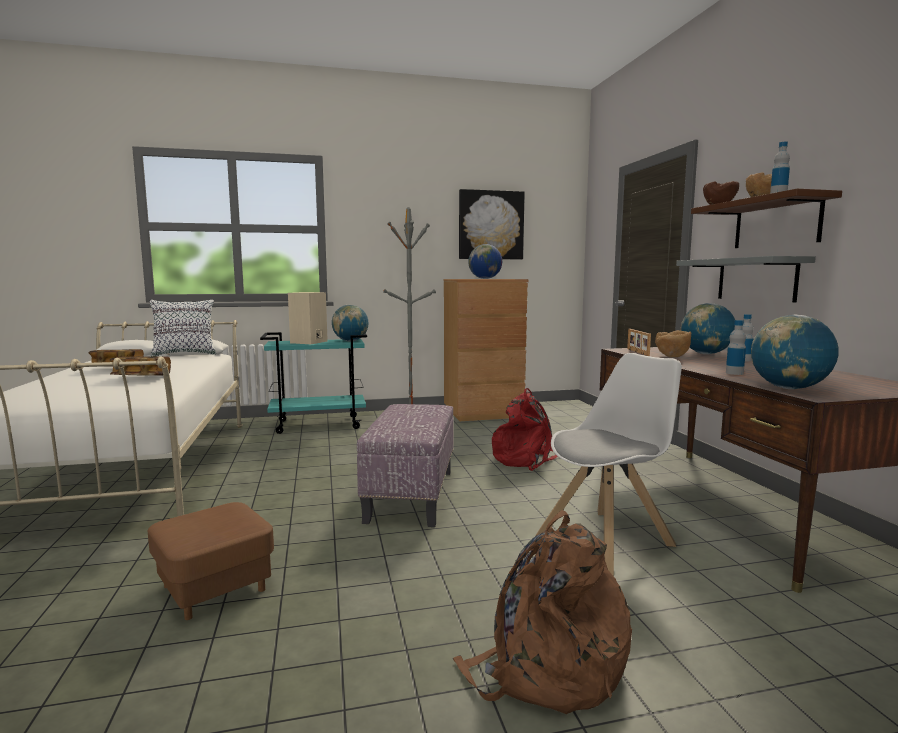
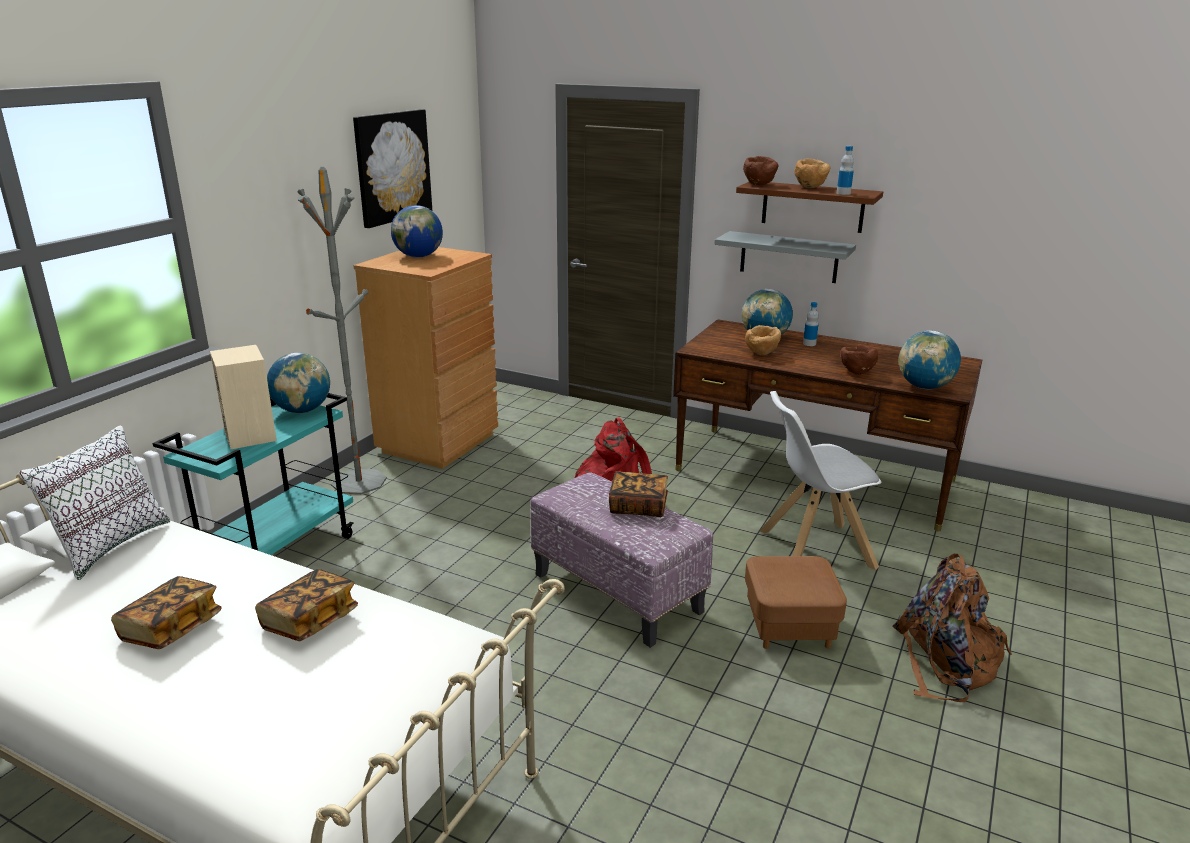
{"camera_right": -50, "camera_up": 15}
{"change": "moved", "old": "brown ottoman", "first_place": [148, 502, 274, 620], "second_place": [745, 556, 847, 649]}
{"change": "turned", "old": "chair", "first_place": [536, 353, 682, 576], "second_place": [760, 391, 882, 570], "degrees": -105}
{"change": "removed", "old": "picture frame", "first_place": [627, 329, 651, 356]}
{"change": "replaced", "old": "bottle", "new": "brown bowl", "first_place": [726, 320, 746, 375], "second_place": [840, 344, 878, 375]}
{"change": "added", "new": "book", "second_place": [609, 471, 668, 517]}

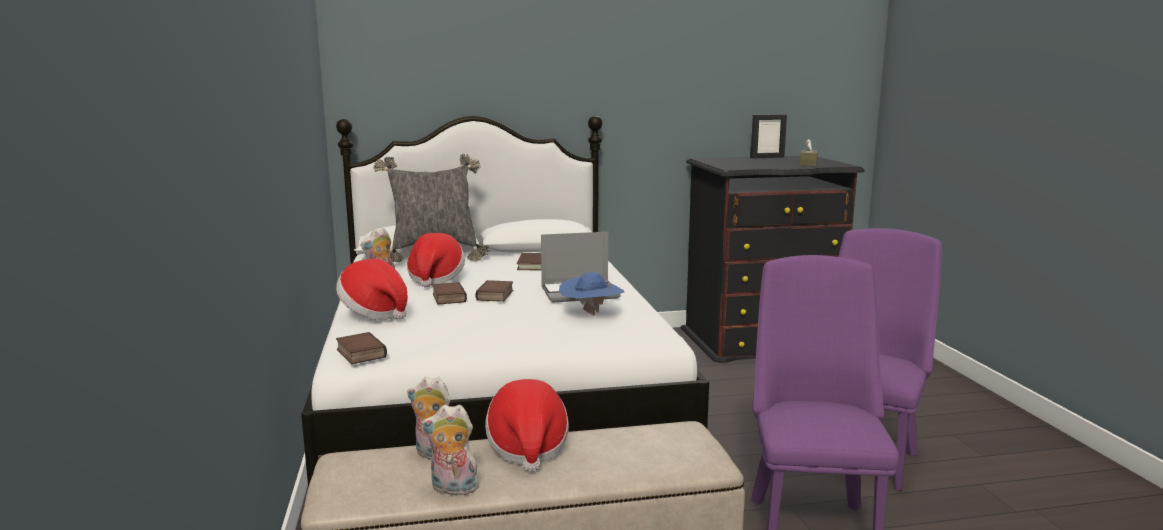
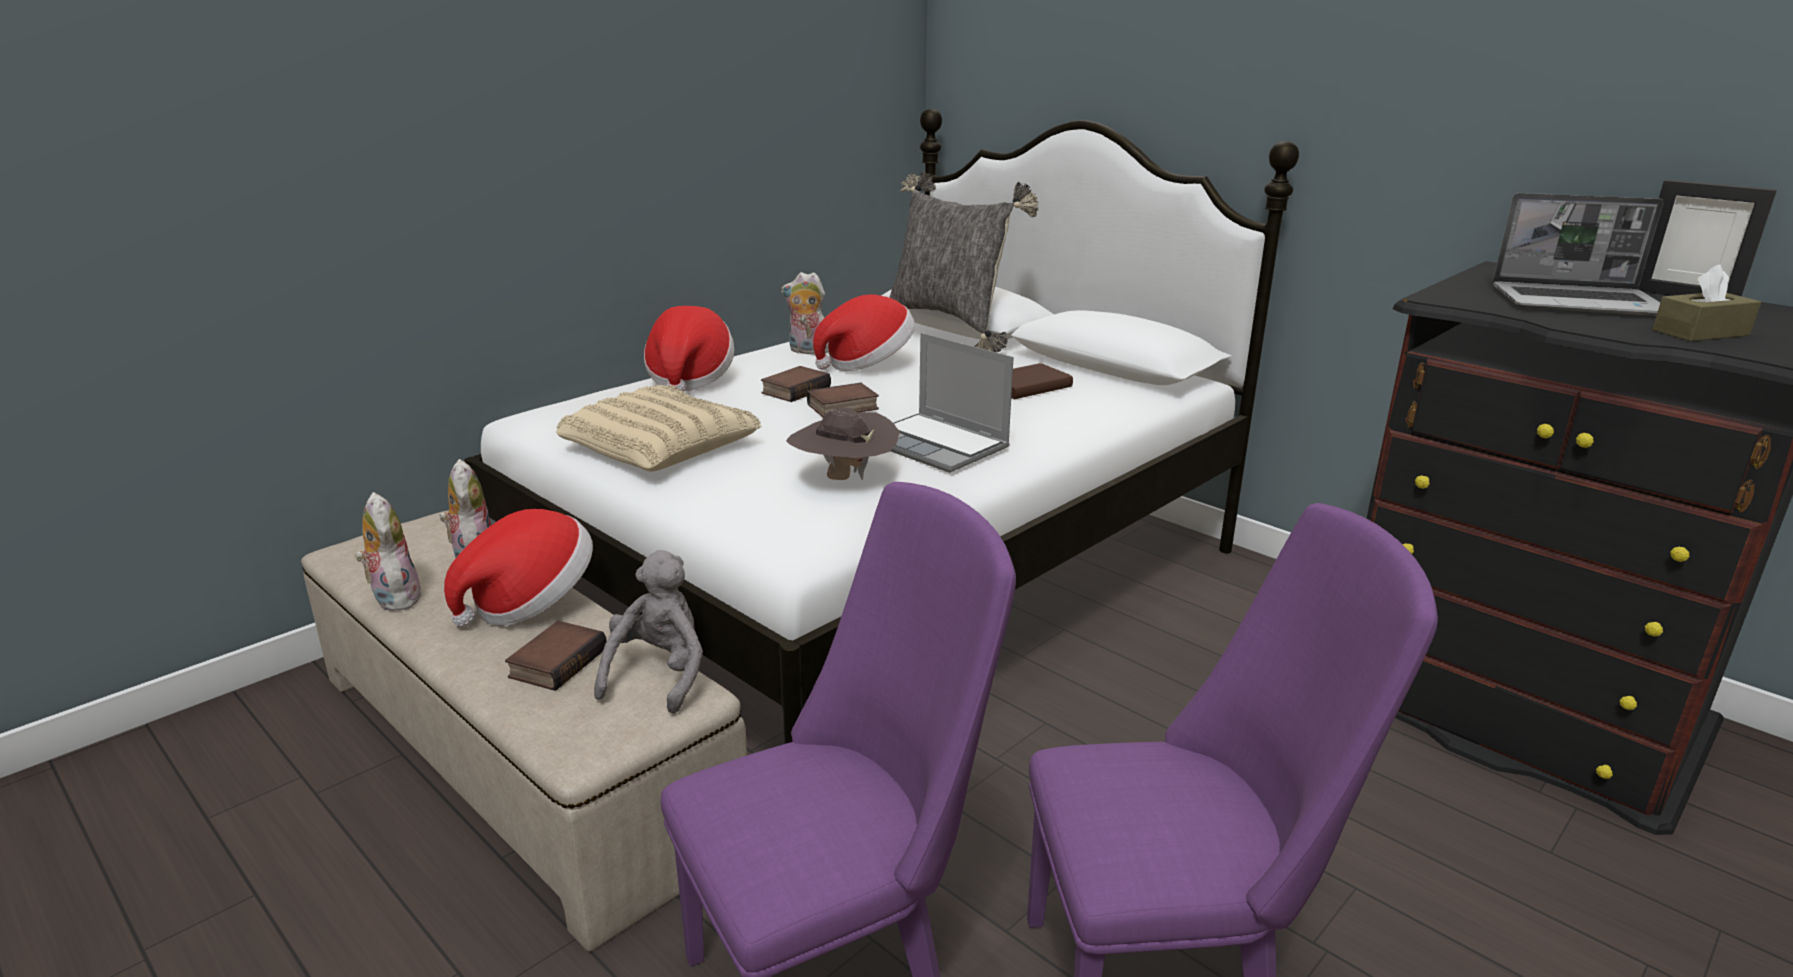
{"camera_right": 55, "camera_up": 10}
{"change": "moved", "old": "book", "first_place": [336, 332, 387, 364], "second_place": [505, 621, 607, 691]}
{"change": "recoloured", "old": "blue hat", "new": "brown hat", "first_place": [559, 272, 624, 316], "second_place": [786, 407, 900, 480]}
{"change": "added", "new": "beige pillow", "second_place": [556, 385, 762, 472]}
{"change": "added", "new": "grey plush toy", "second_place": [594, 550, 703, 714]}
{"change": "added", "new": "laptop", "second_place": [1493, 193, 1664, 316]}

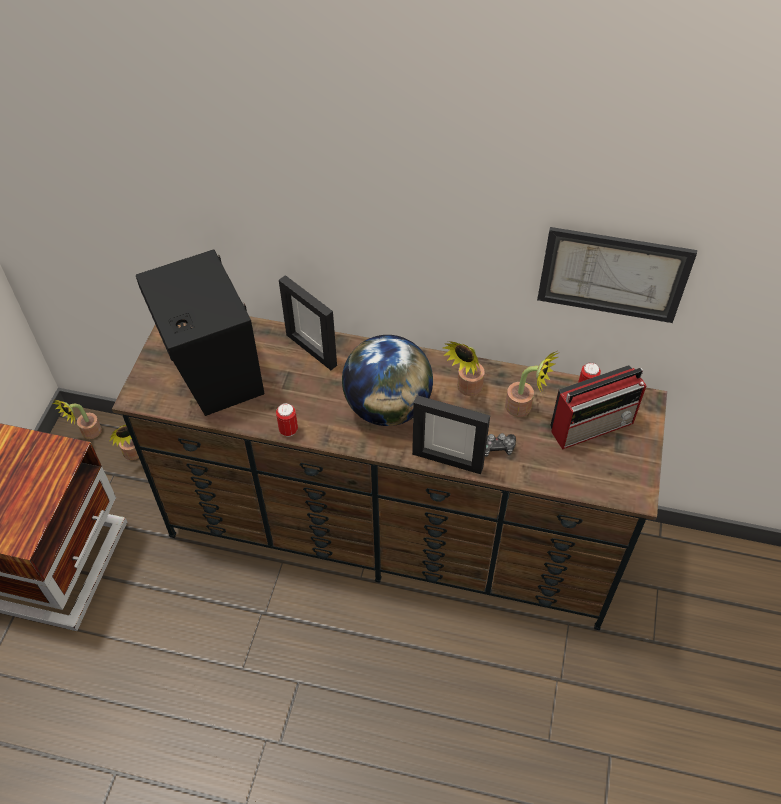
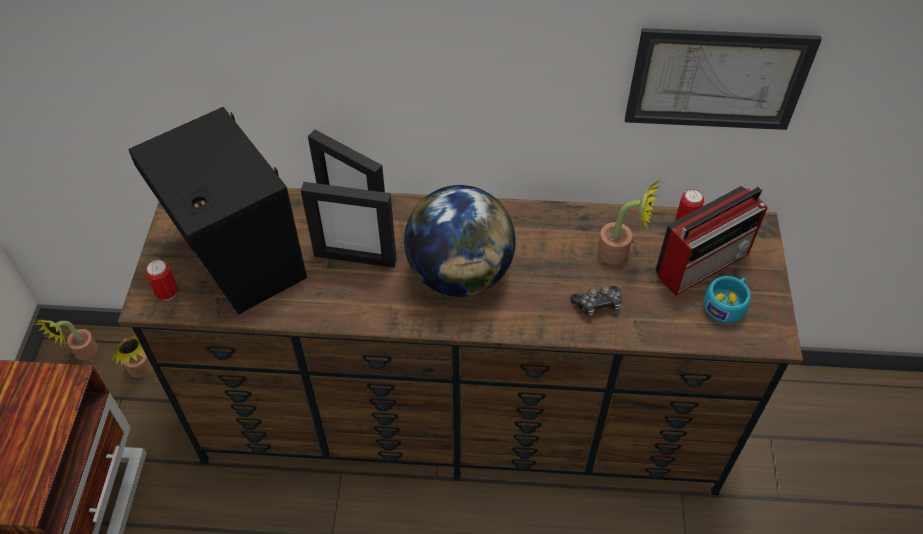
{"camera_right": -10, "camera_up": 0}
{"change": "moved", "old": "can", "first_place": [276, 403, 298, 437], "second_place": [145, 260, 178, 300]}
{"change": "moved", "old": "picture frame", "first_place": [412, 395, 490, 474], "second_place": [301, 182, 397, 268]}
{"change": "removed", "old": "potted plant", "first_place": [443, 341, 485, 396]}
{"change": "added", "new": "turquoise cup", "second_place": [703, 276, 751, 324]}

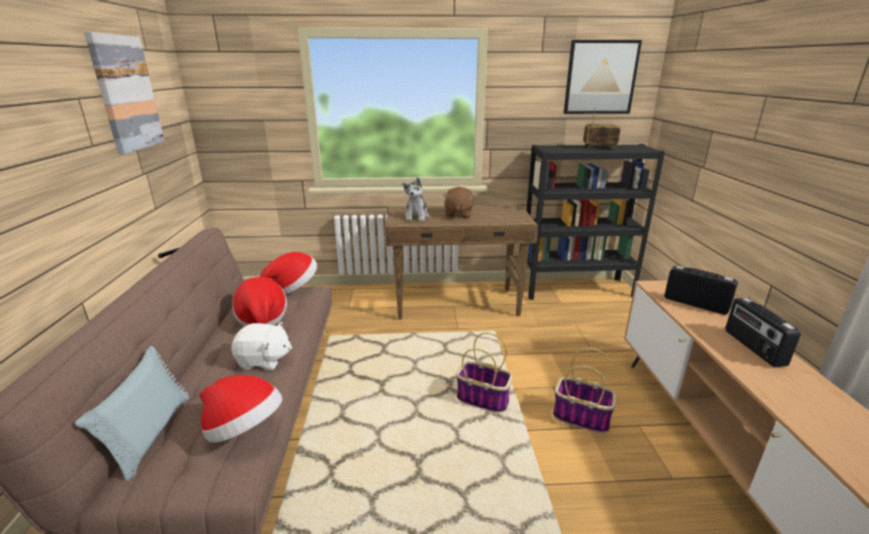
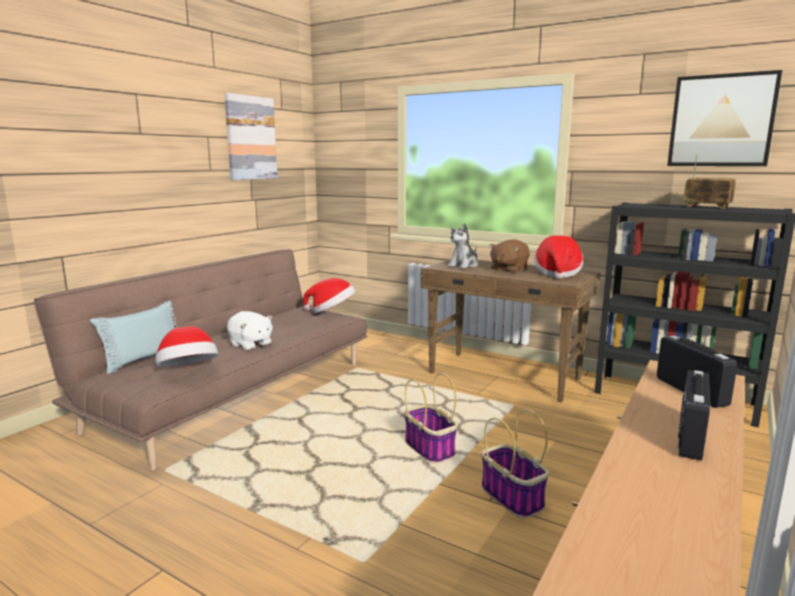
{"camera_right": 35, "camera_up": -10}
{"change": "moved", "old": "hat", "first_place": [232, 277, 287, 326], "second_place": [534, 235, 583, 279]}

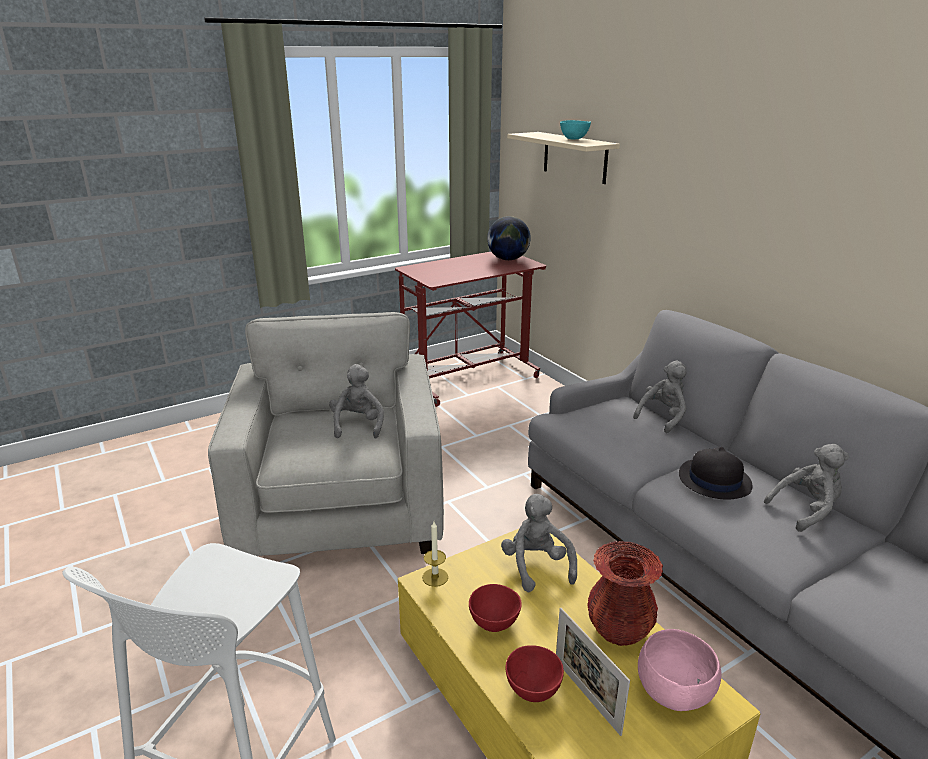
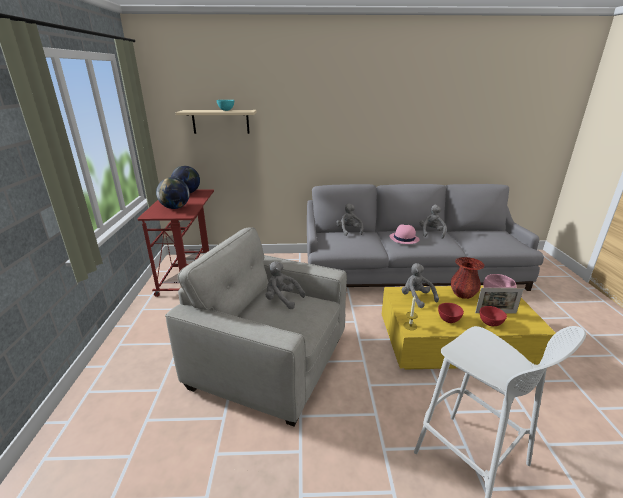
{"camera_right": -60, "camera_up": 0}
{"change": "turned", "old": "grey plush toy", "first_place": [501, 494, 577, 592], "second_place": [402, 263, 439, 308], "degrees": 45}
{"change": "recoloured", "old": "black hat", "new": "pink hat", "first_place": [679, 446, 752, 500], "second_place": [390, 224, 420, 244]}
{"change": "added", "new": "globe", "second_place": [156, 177, 190, 209]}

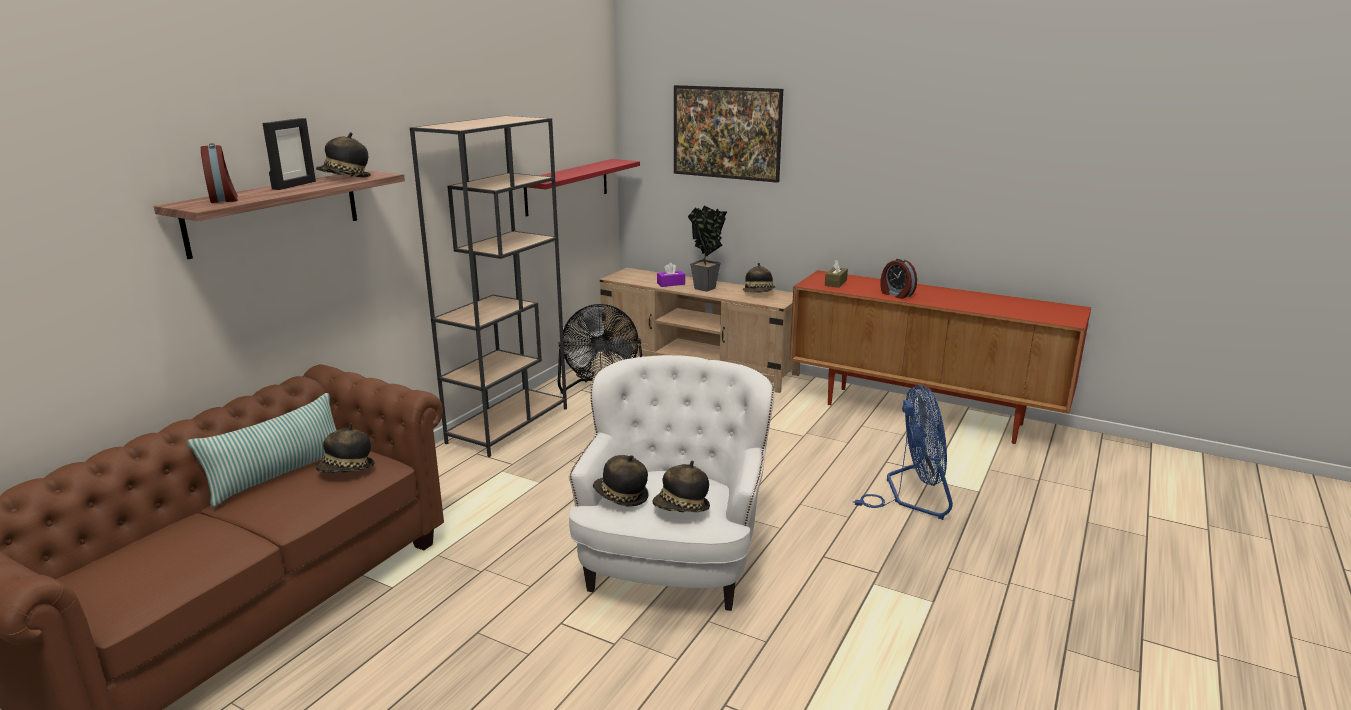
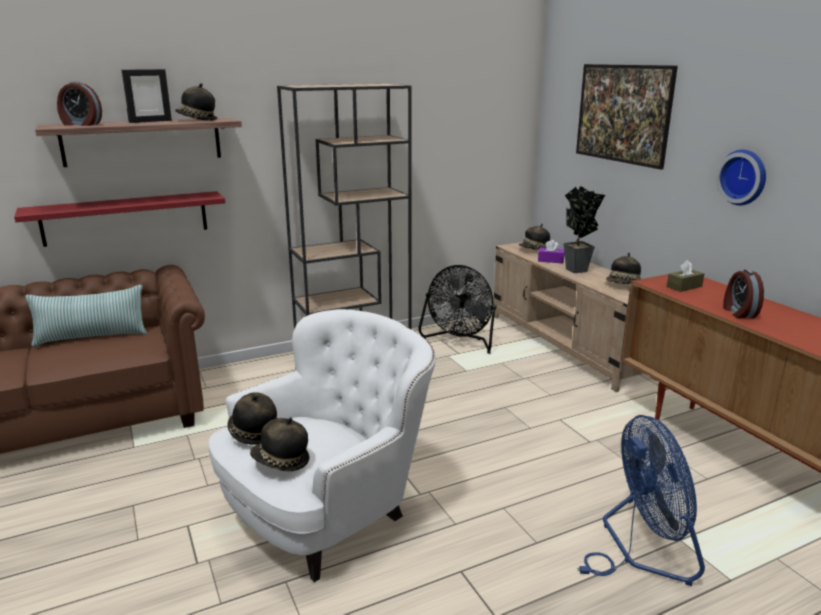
{"camera_right": 35, "camera_up": 0}
{"change": "turned", "old": "alarm clock", "first_place": [201, 143, 238, 203], "second_place": [57, 81, 102, 126], "degrees": 90}
{"change": "moved", "old": "hat", "first_place": [316, 423, 374, 473], "second_place": [519, 224, 550, 250]}
{"change": "moved", "old": "red shelf", "first_place": [524, 159, 640, 216], "second_place": [14, 191, 225, 247]}
{"change": "turned", "old": "blue fan", "first_place": [854, 385, 953, 520], "second_place": [577, 415, 705, 586], "degrees": -45}
{"change": "added", "new": "wall clock", "second_place": [716, 150, 766, 205]}

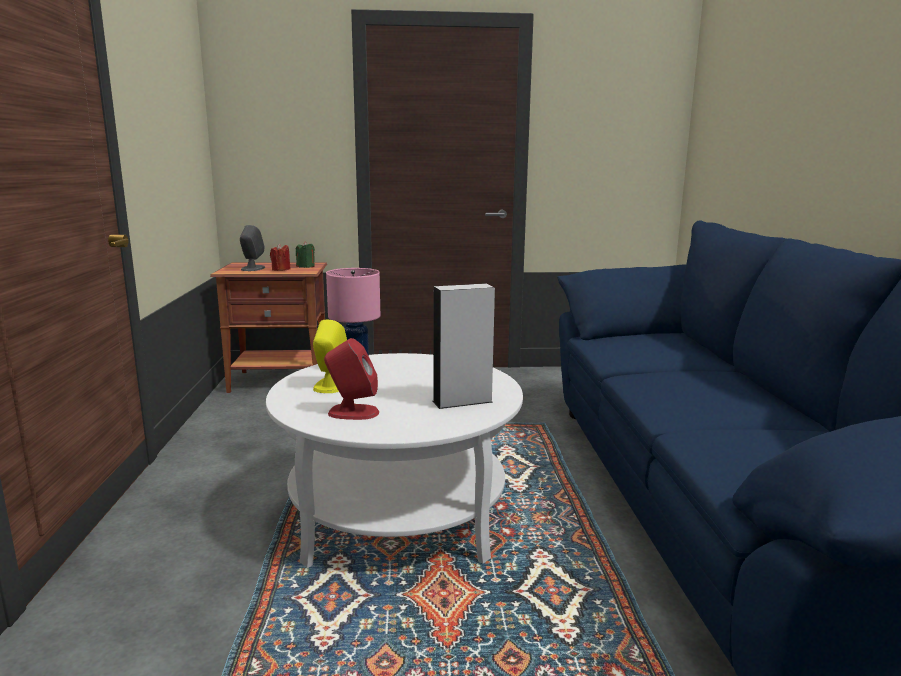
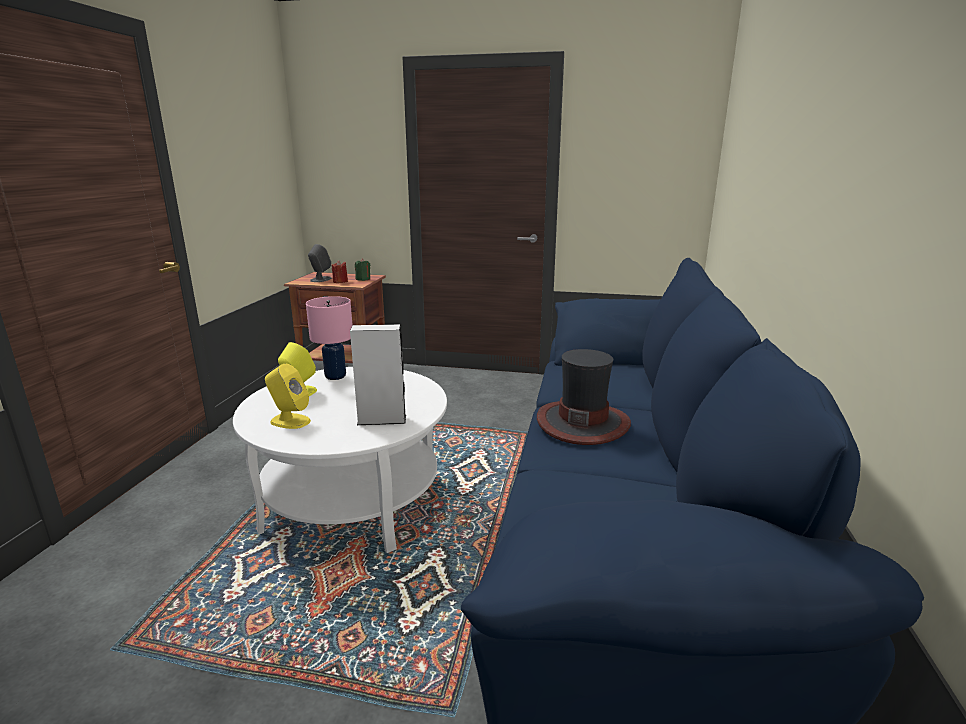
{"camera_right": 15, "camera_up": 5}
{"change": "recoloured", "old": "red speaker", "new": "yellow speaker", "first_place": [324, 338, 379, 420], "second_place": [265, 364, 311, 429]}
{"change": "added", "new": "hat", "second_place": [537, 349, 631, 445]}

